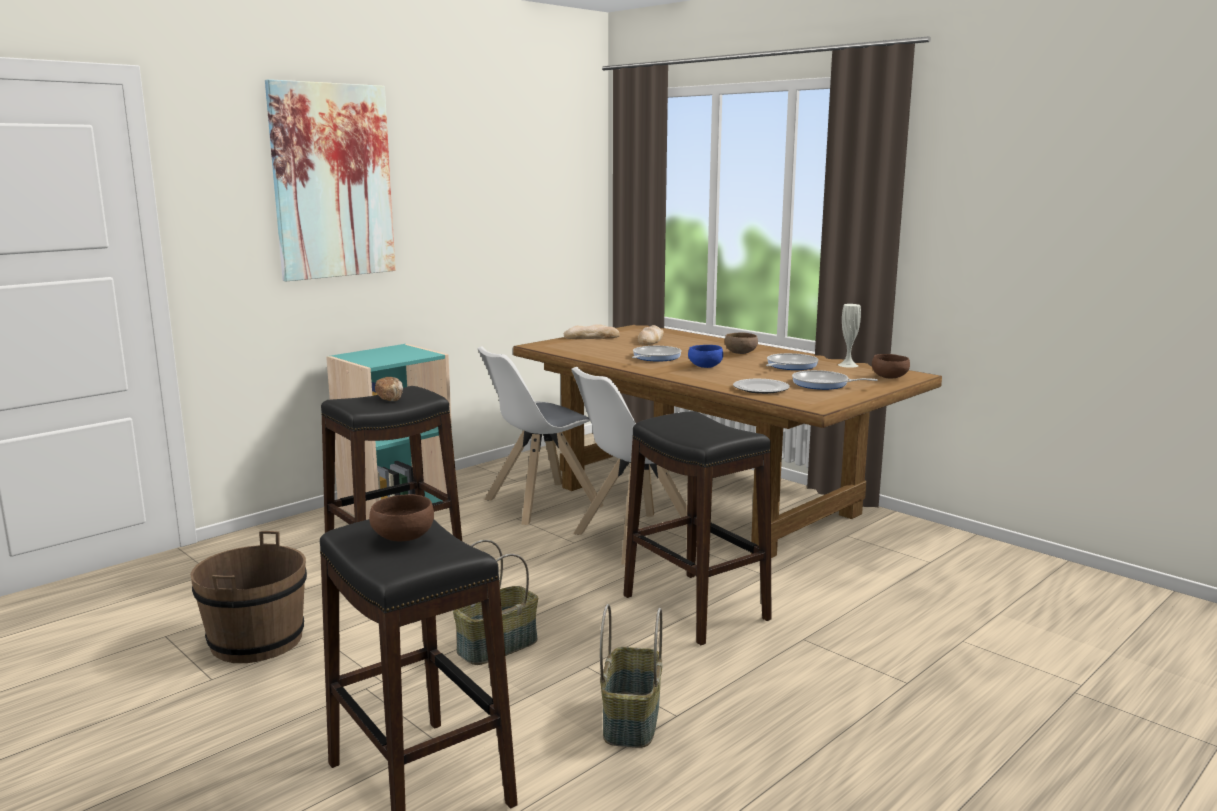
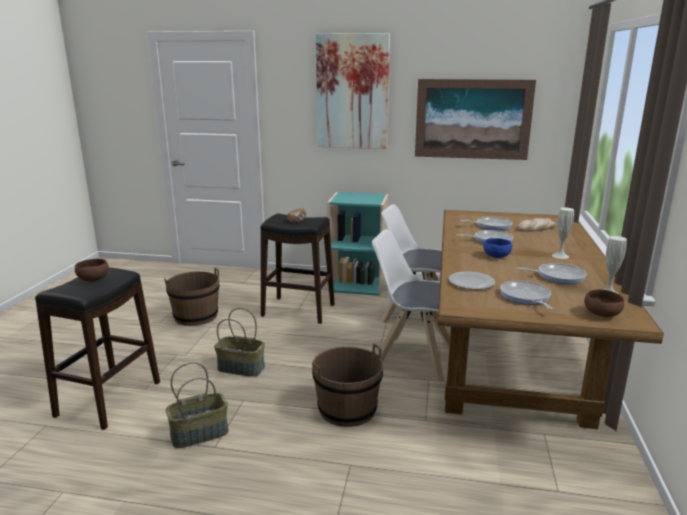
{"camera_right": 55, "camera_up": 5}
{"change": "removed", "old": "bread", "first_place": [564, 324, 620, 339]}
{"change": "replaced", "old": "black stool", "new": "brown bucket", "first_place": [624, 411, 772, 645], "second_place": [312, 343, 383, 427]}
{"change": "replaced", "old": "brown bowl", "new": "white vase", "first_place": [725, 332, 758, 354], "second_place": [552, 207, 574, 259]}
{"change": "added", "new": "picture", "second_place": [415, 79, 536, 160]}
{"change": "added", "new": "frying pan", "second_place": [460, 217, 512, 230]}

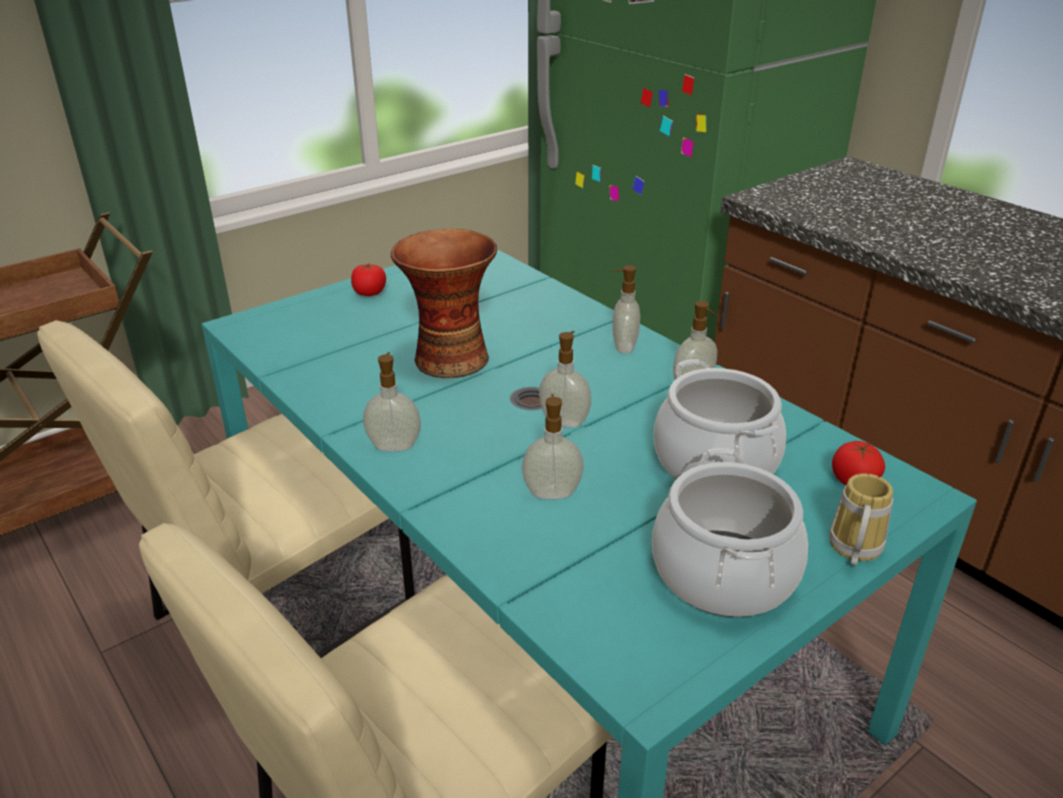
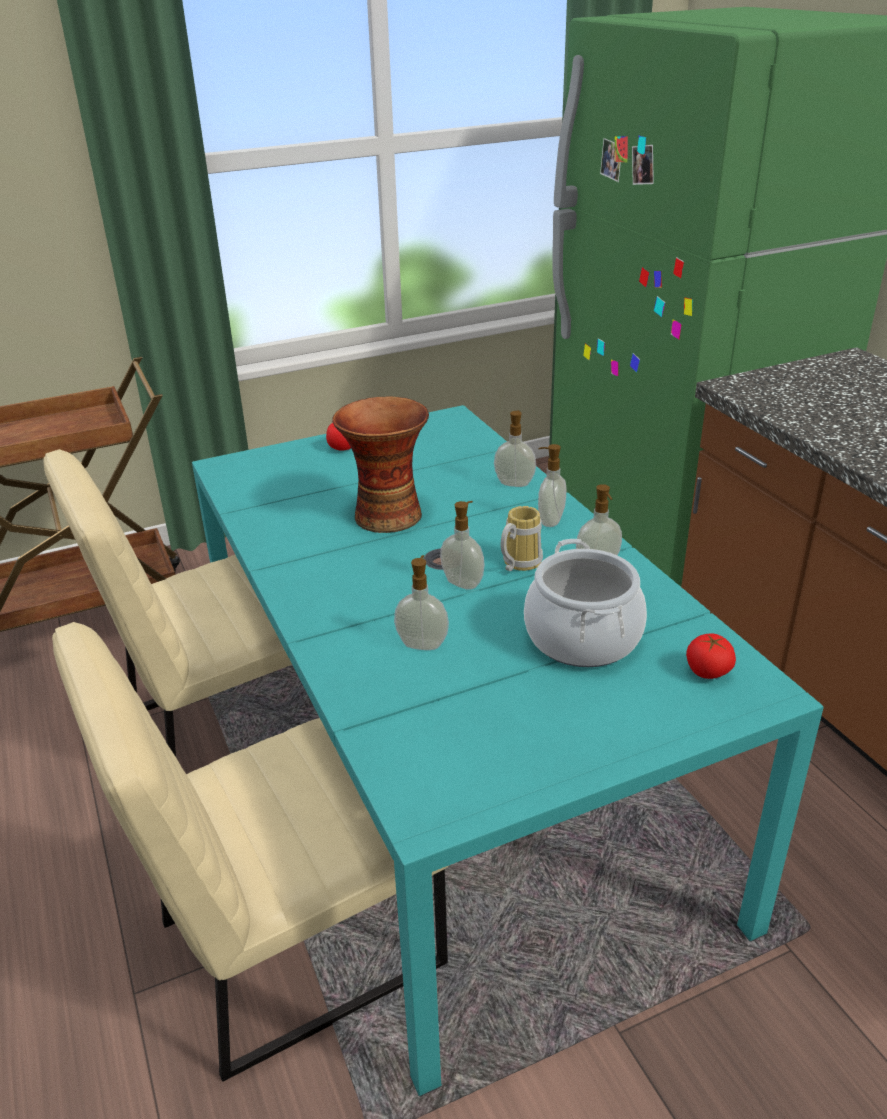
{"camera_right": 15, "camera_up": 0}
{"change": "moved", "old": "soap dispenser", "first_place": [363, 352, 421, 451], "second_place": [494, 410, 536, 487]}
{"change": "removed", "old": "cooking pot", "first_place": [652, 448, 808, 617]}
{"change": "moved", "old": "mug", "first_place": [829, 473, 893, 566], "second_place": [501, 506, 543, 571]}

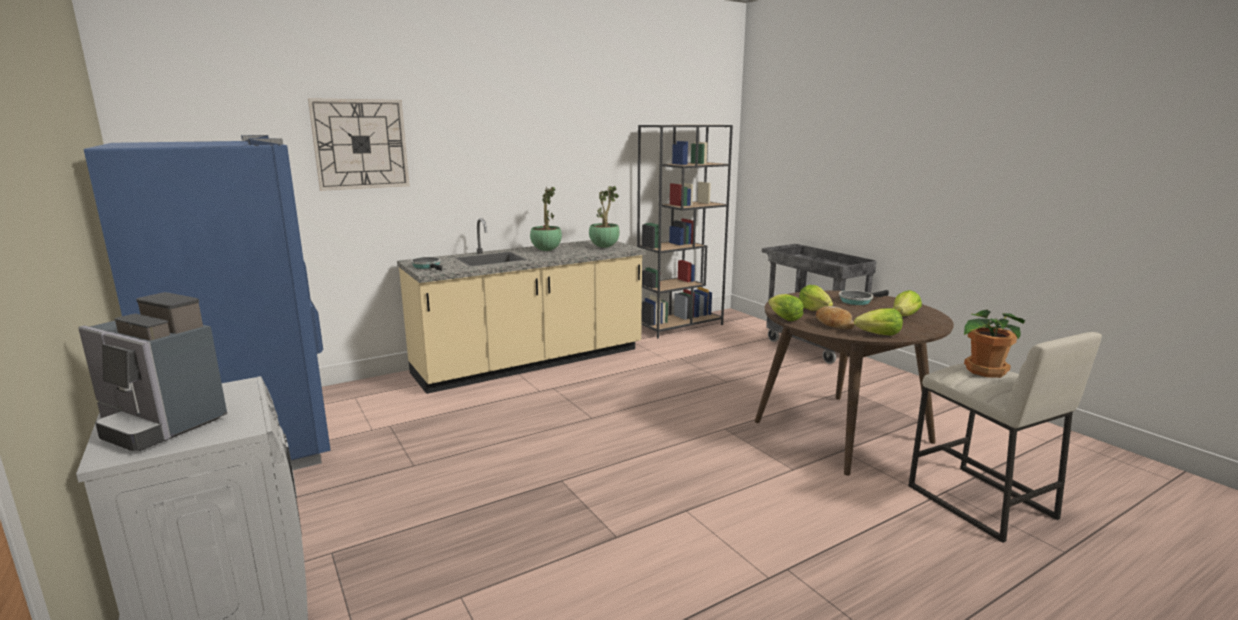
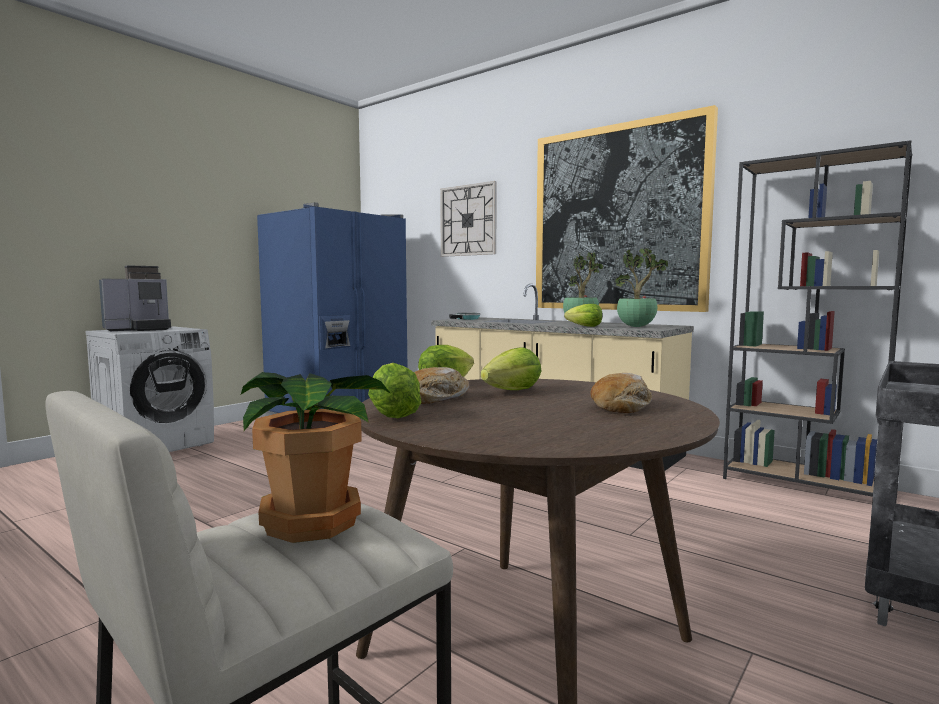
{"camera_right": 70, "camera_up": -10}
{"change": "turned", "old": "coffee machine", "first_place": [78, 292, 227, 451], "second_place": [99, 265, 171, 331], "degrees": -135}
{"change": "replaced", "old": "frying pan", "new": "bread", "first_place": [839, 290, 889, 305], "second_place": [591, 373, 652, 413]}
{"change": "moved", "old": "lettuce", "first_place": [893, 290, 922, 316], "second_place": [564, 304, 602, 327]}
{"change": "added", "new": "picture", "second_place": [536, 105, 718, 312]}

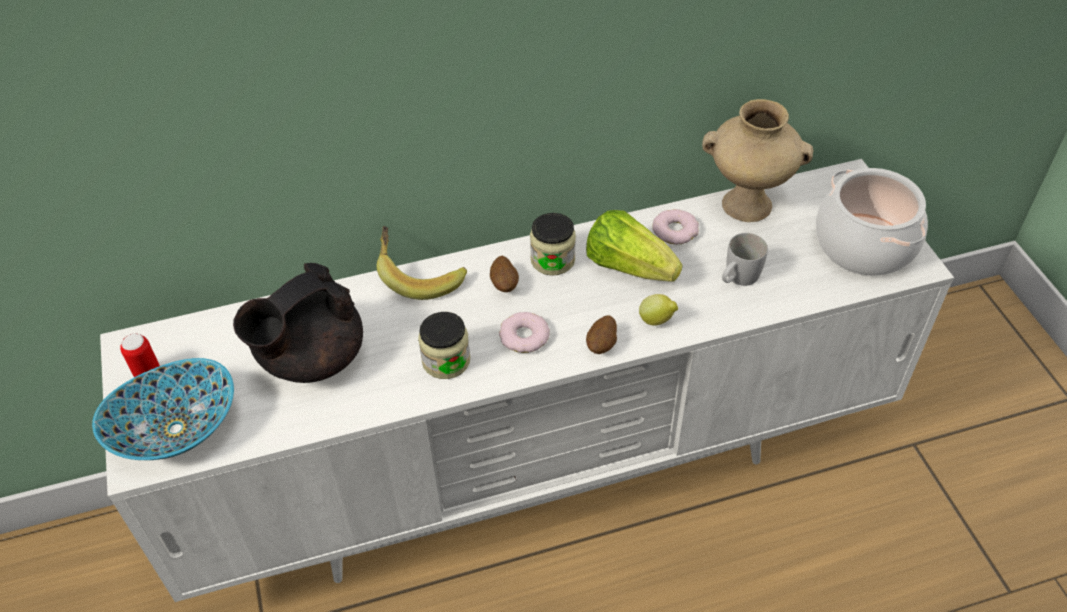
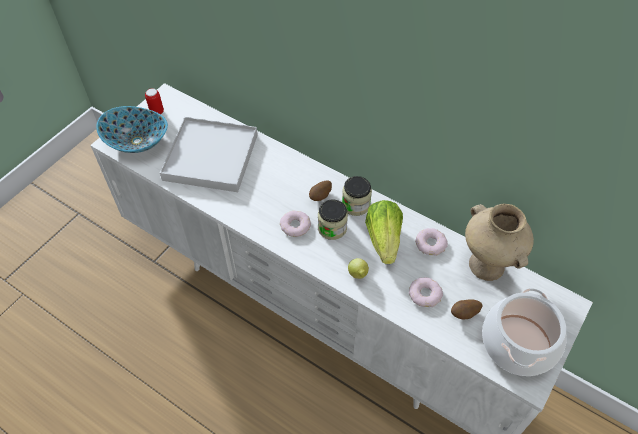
{"camera_right": 50, "camera_up": 5}
{"change": "replaced", "old": "black teapot", "new": "white tray", "first_place": [233, 263, 363, 383], "second_place": [160, 117, 258, 192]}
{"change": "removed", "old": "banana", "first_place": [377, 226, 467, 300]}
{"change": "moved", "old": "jar", "first_place": [418, 312, 470, 379], "second_place": [318, 200, 348, 240]}
{"change": "moved", "old": "potato", "first_place": [586, 315, 617, 354], "second_place": [451, 299, 482, 319]}
{"change": "replaced", "old": "white mug", "new": "donut", "first_place": [722, 233, 768, 286], "second_place": [409, 277, 443, 307]}

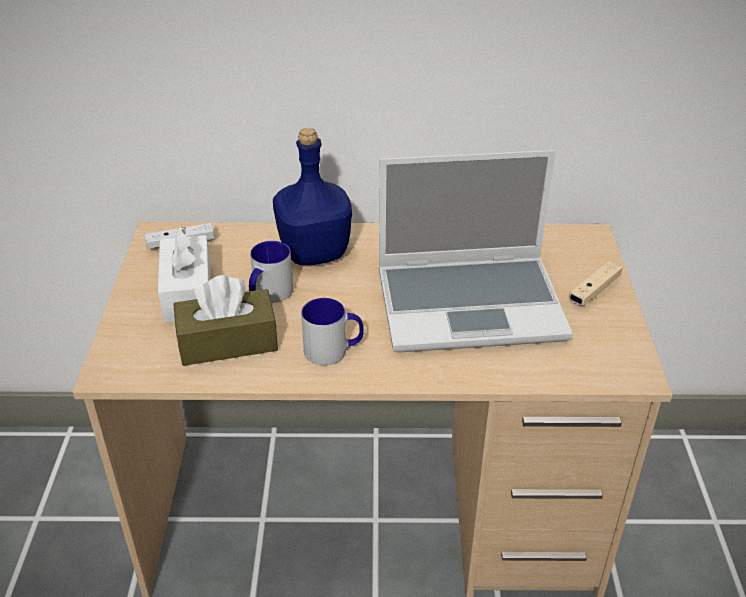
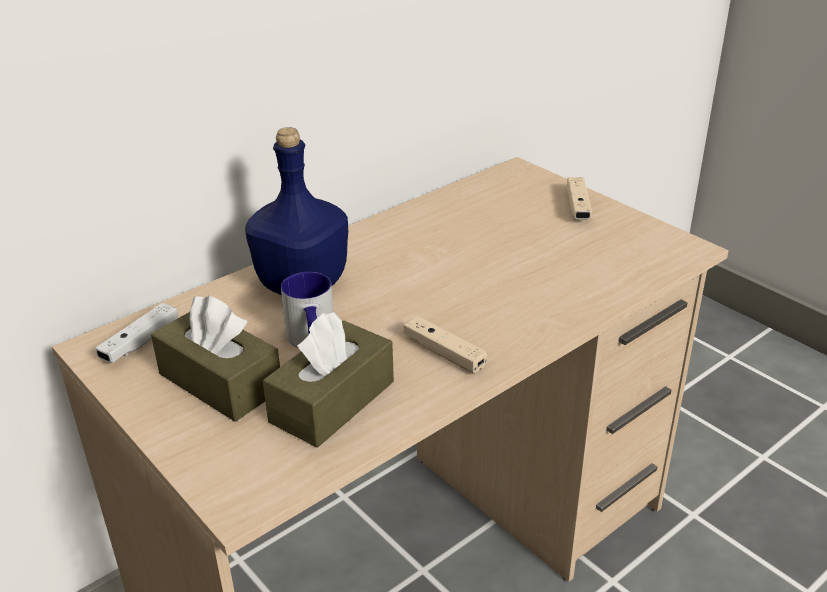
{"camera_right": -40, "camera_up": -5}
{"change": "recoloured", "old": "white tissue box", "new": "brown tissue box", "first_place": [158, 226, 211, 323], "second_place": [151, 295, 280, 422]}
{"change": "replaced", "old": "mug", "new": "beige game controller", "first_place": [301, 298, 364, 365], "second_place": [404, 316, 487, 374]}
{"change": "removed", "old": "laptop", "first_place": [379, 150, 573, 353]}

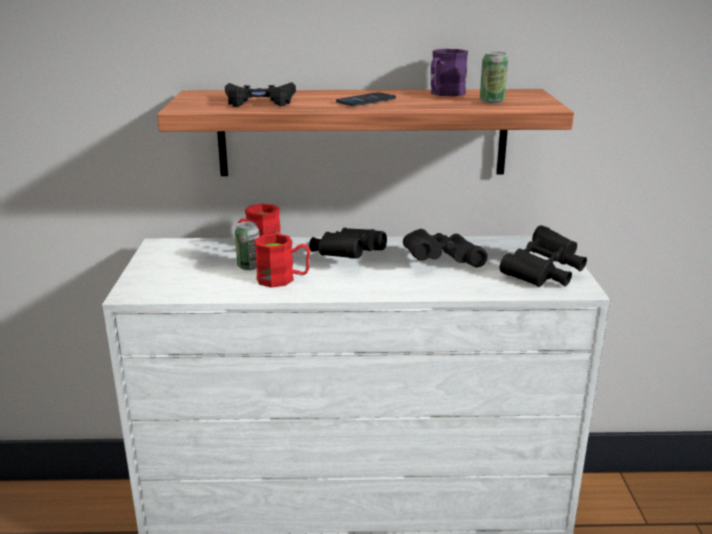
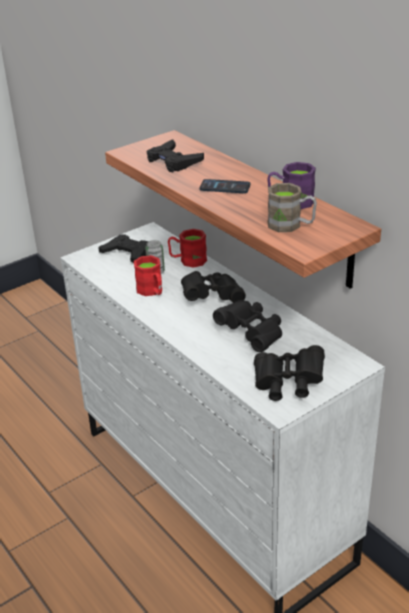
{"camera_right": 55, "camera_up": 10}
{"change": "replaced", "old": "can", "new": "brown mug", "first_place": [480, 52, 508, 104], "second_place": [268, 183, 317, 232]}
{"change": "added", "new": "black game controller", "second_place": [98, 234, 148, 263]}

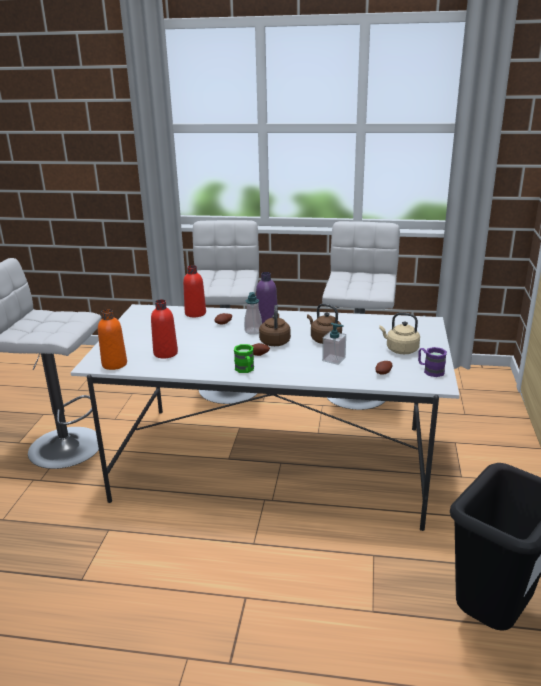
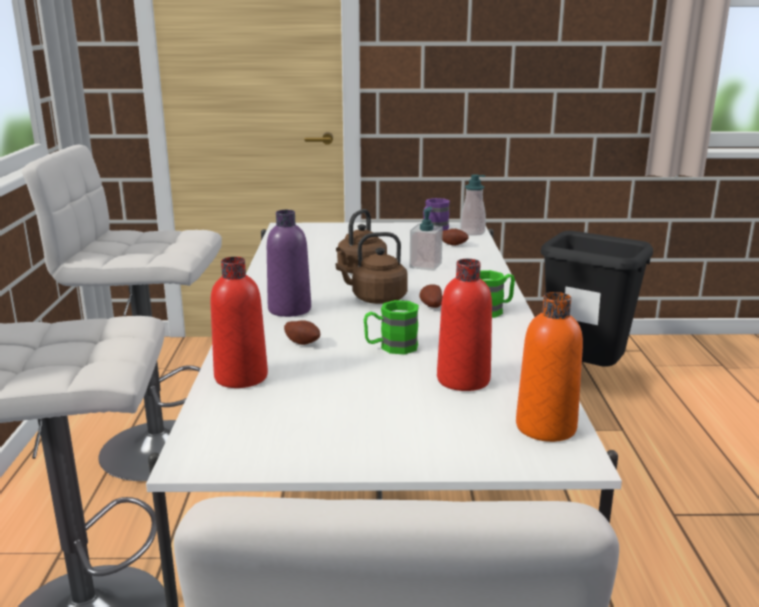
{"camera_right": -100, "camera_up": -5}
{"change": "moved", "old": "soap dispenser", "first_place": [244, 292, 262, 335], "second_place": [460, 174, 486, 236]}
{"change": "removed", "old": "beige kettle", "first_place": [379, 312, 420, 354]}
{"change": "added", "new": "green mug", "second_place": [364, 300, 419, 354]}

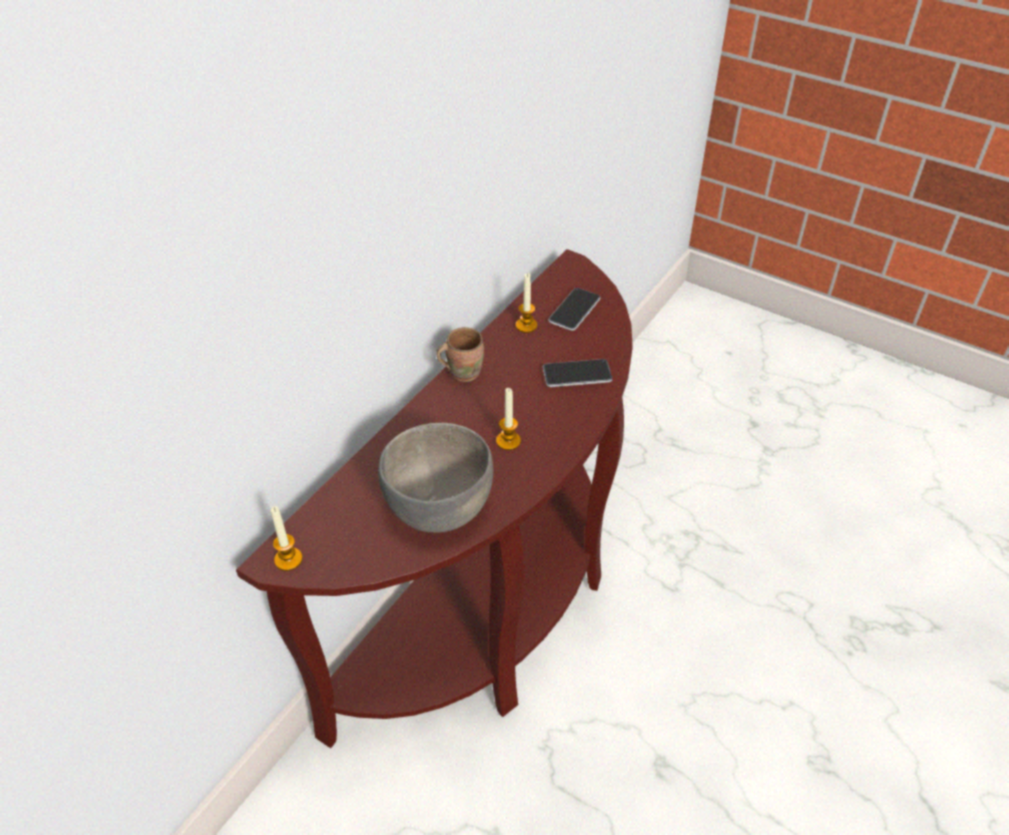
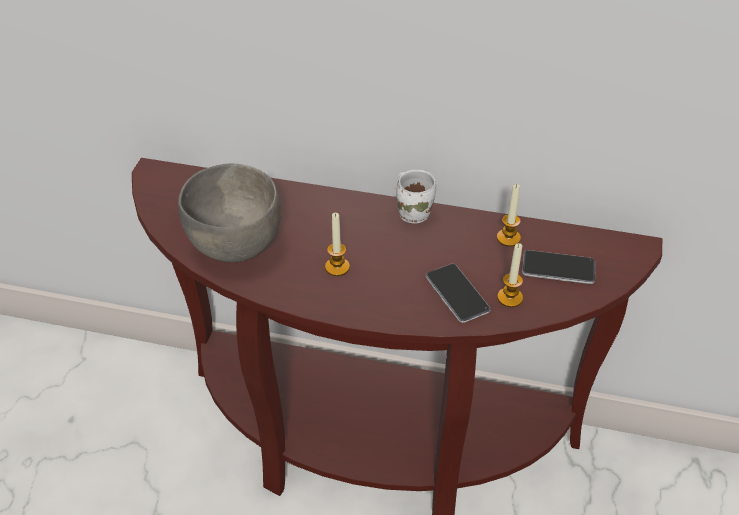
{"camera_right": 70, "camera_up": 0}
{"change": "moved", "old": "candle", "first_place": [271, 506, 303, 571], "second_place": [497, 243, 523, 307]}
{"change": "recoloured", "old": "brown mug", "new": "white mug", "first_place": [436, 327, 484, 382], "second_place": [396, 169, 436, 223]}

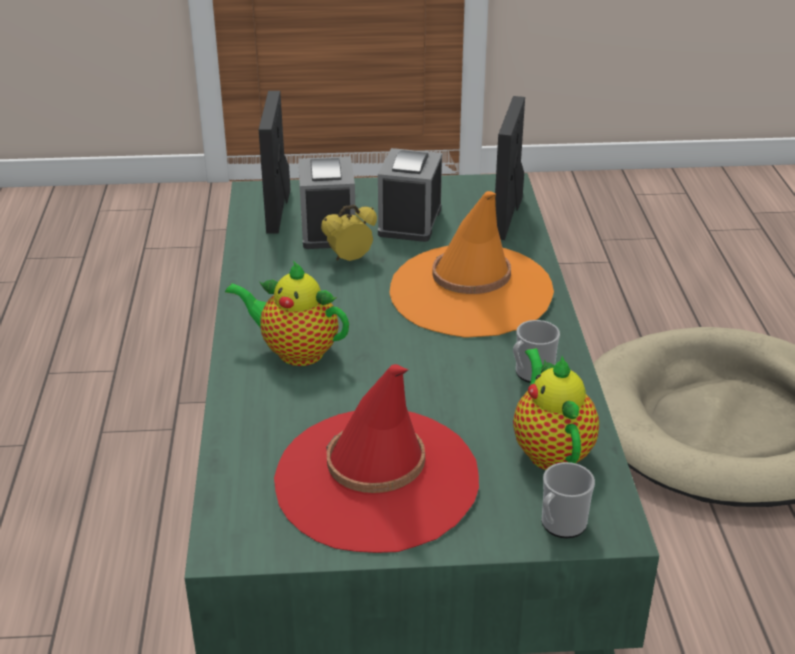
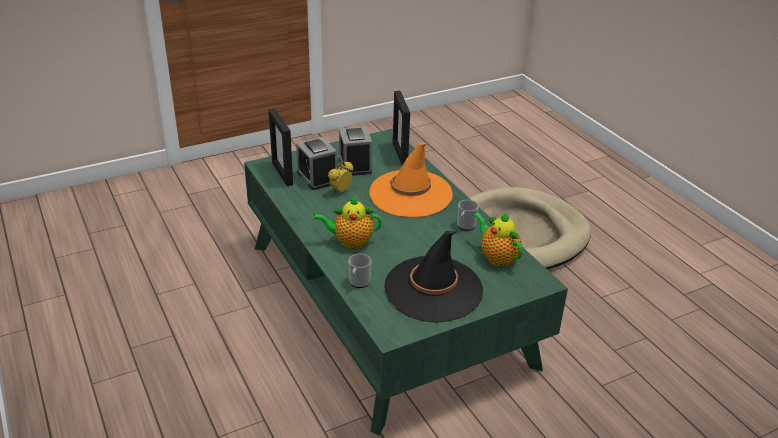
{"camera_right": -25, "camera_up": 0}
{"change": "recoloured", "old": "red hat", "new": "black hat", "first_place": [274, 364, 479, 553], "second_place": [384, 231, 483, 323]}
{"change": "moved", "old": "mug", "first_place": [541, 462, 595, 538], "second_place": [348, 254, 372, 288]}

